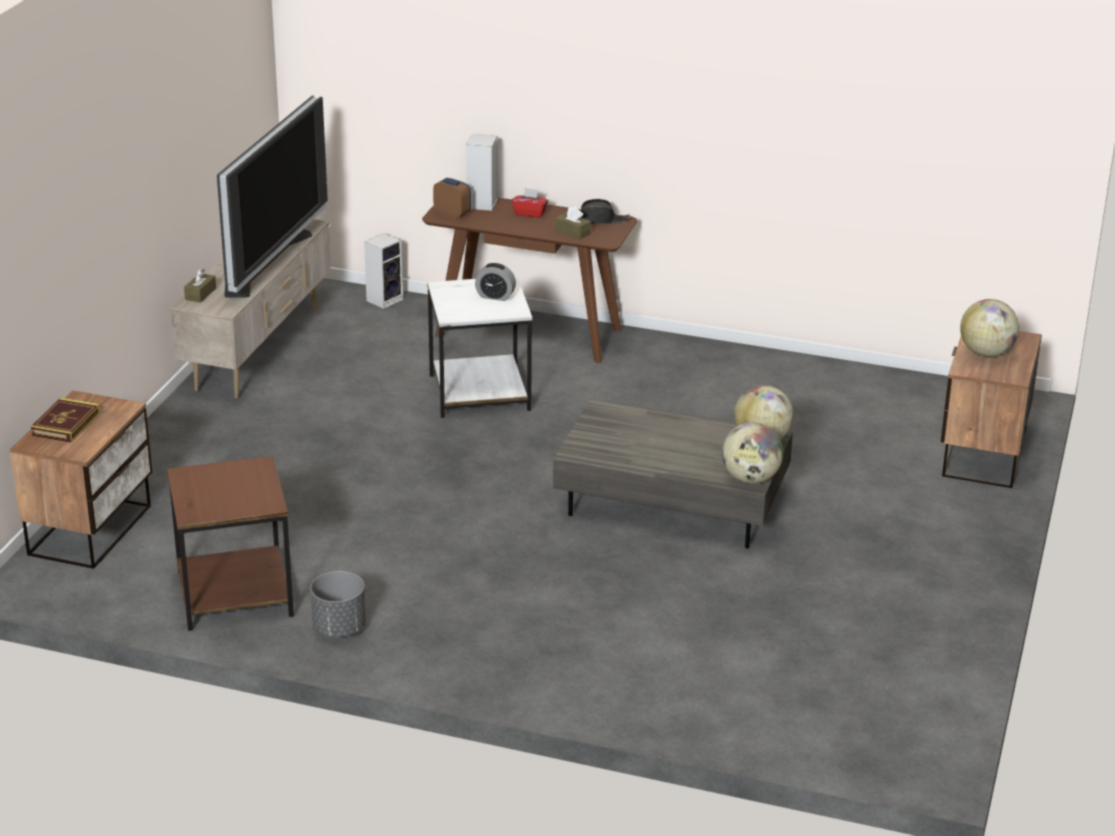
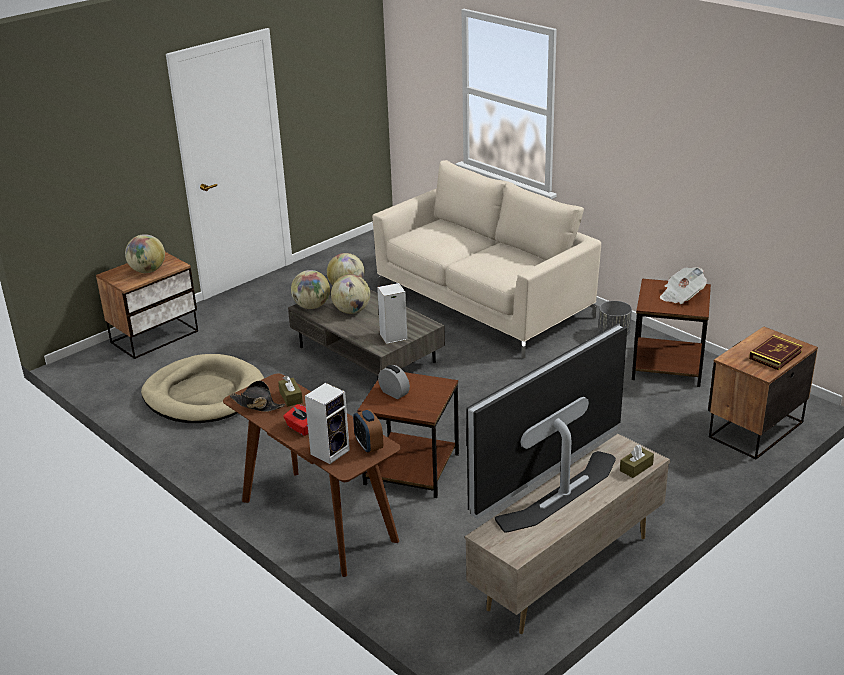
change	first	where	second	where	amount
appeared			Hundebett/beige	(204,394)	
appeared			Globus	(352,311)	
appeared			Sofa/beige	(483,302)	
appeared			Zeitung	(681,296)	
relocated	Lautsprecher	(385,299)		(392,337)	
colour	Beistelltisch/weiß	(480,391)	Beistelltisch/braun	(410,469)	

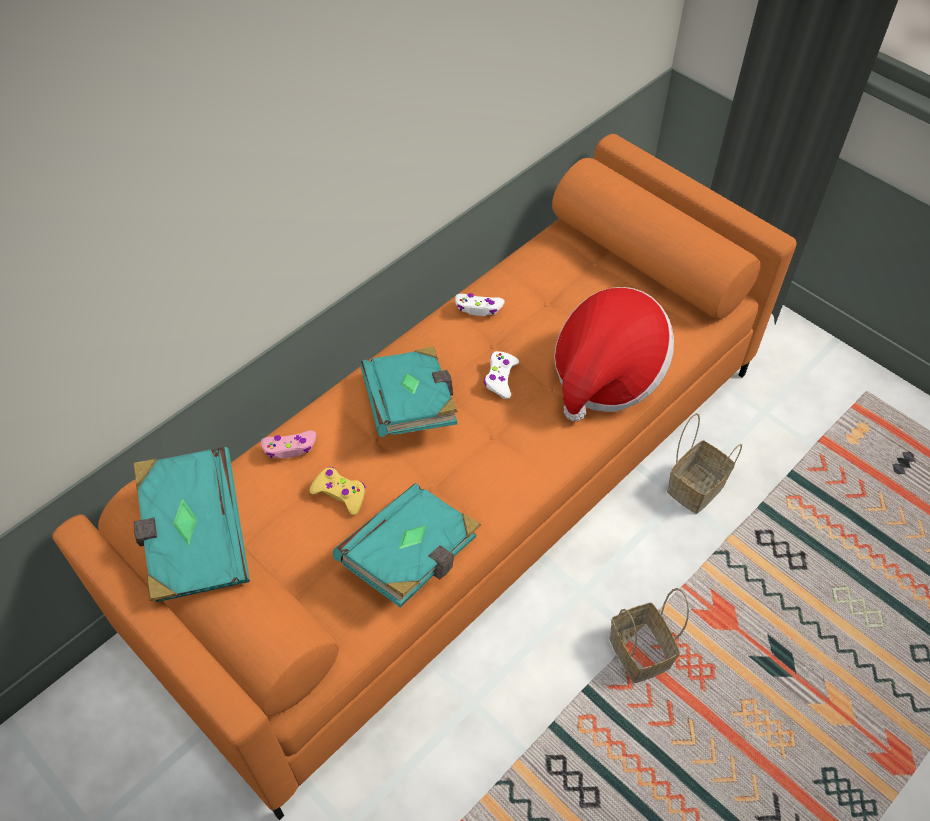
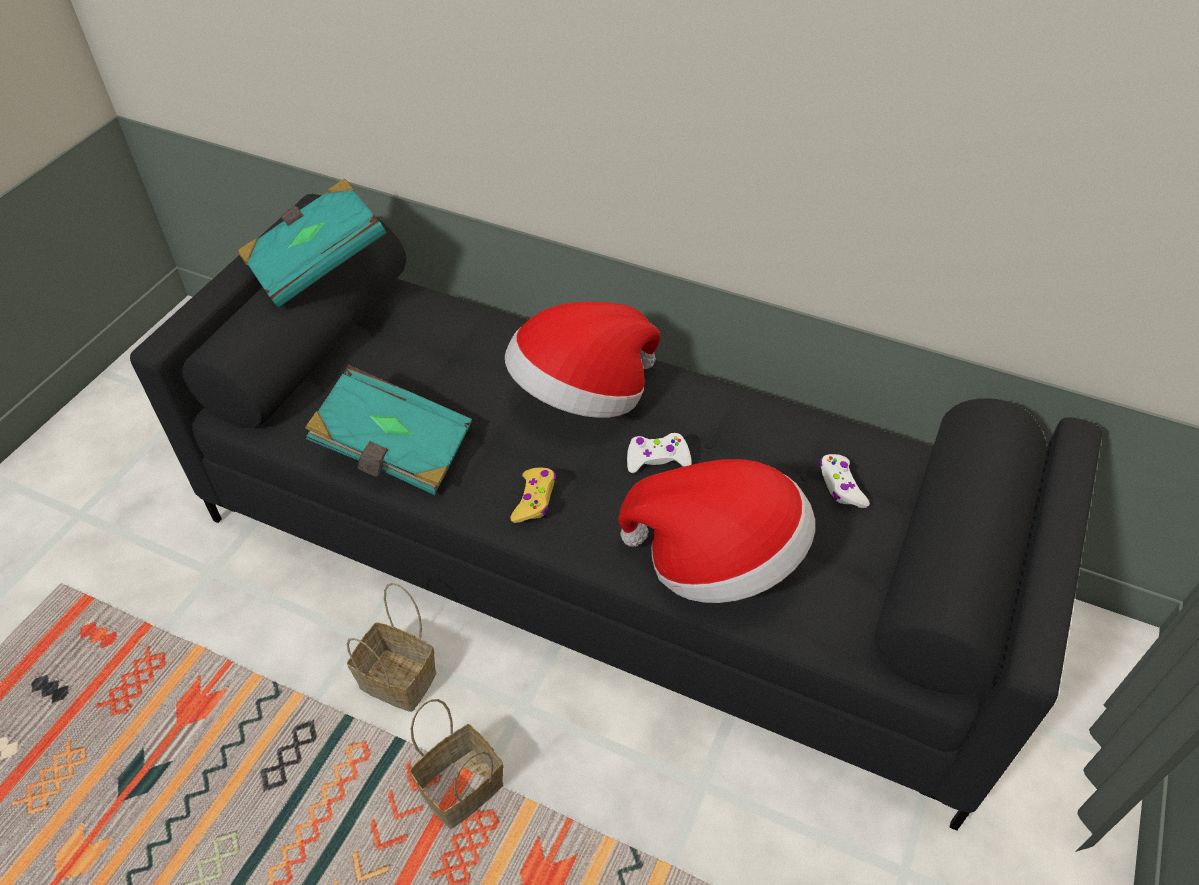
change	first	where	second	where	amount
missing	Gamepad/rosa	(290,448)			
relocated	Gamepad/gelb	(340,493)		(534,499)	
relocated	Gamepad/weiß	(478,308)		(841,486)	
relocated	Korb	(696,486)		(401,679)	
exchanged	Buch/türkis	(411,405)	Hut	(582,396)	
colour	Sofa/orange	(465,494)	Sofa/schwarz	(603,555)	

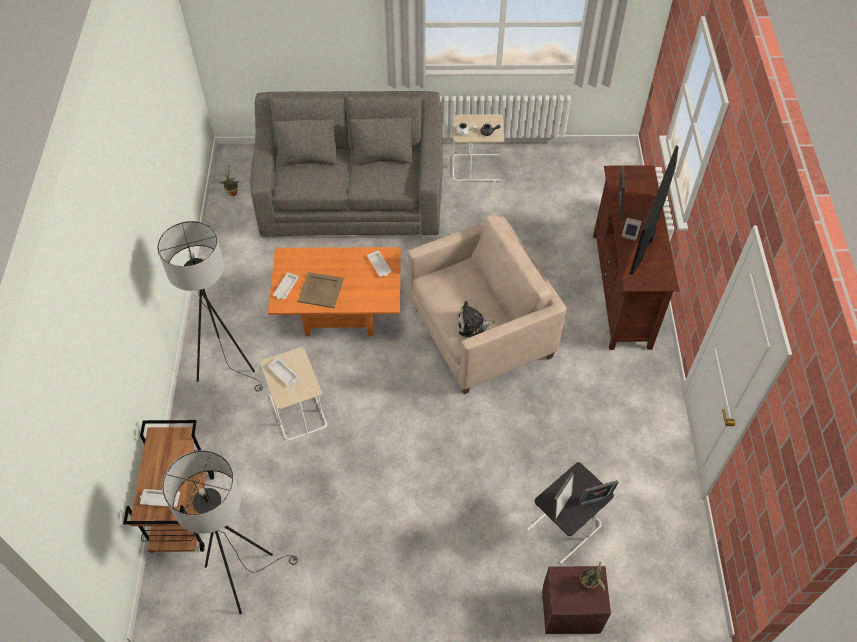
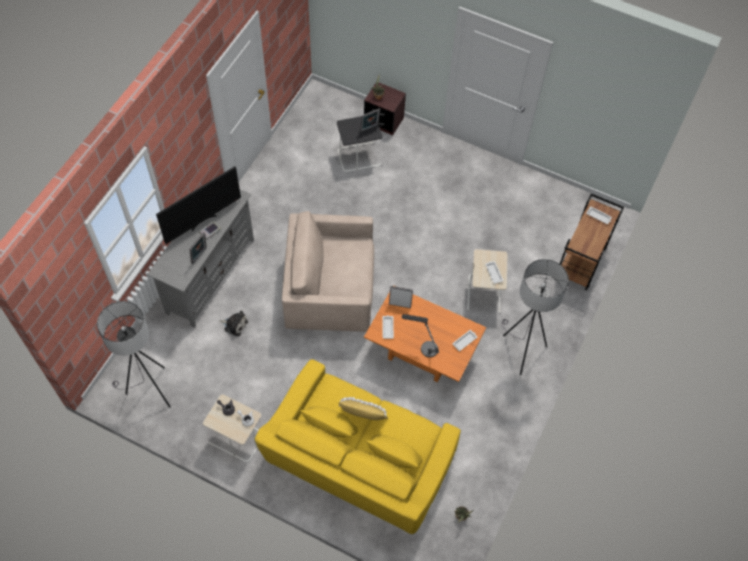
change	first	where	second	where	amount
missing	Tablett/beige	(320,290)			
appeared			Kissen/gelb	(362,418)	
appeared			Tischlampe	(424,347)	
relocated	Stehlampe/grau	(244,573)		(149,390)	
relocated	Plüschtier	(472,325)		(234,325)	
relocated	Bilderrahmen	(594,502)		(400,304)	
colour	Sofa/grau	(351,196)	Sofa/gelb	(359,460)	
colour	Fernsehschrank/braun	(622,290)	Fernsehschrank/grau	(210,275)	

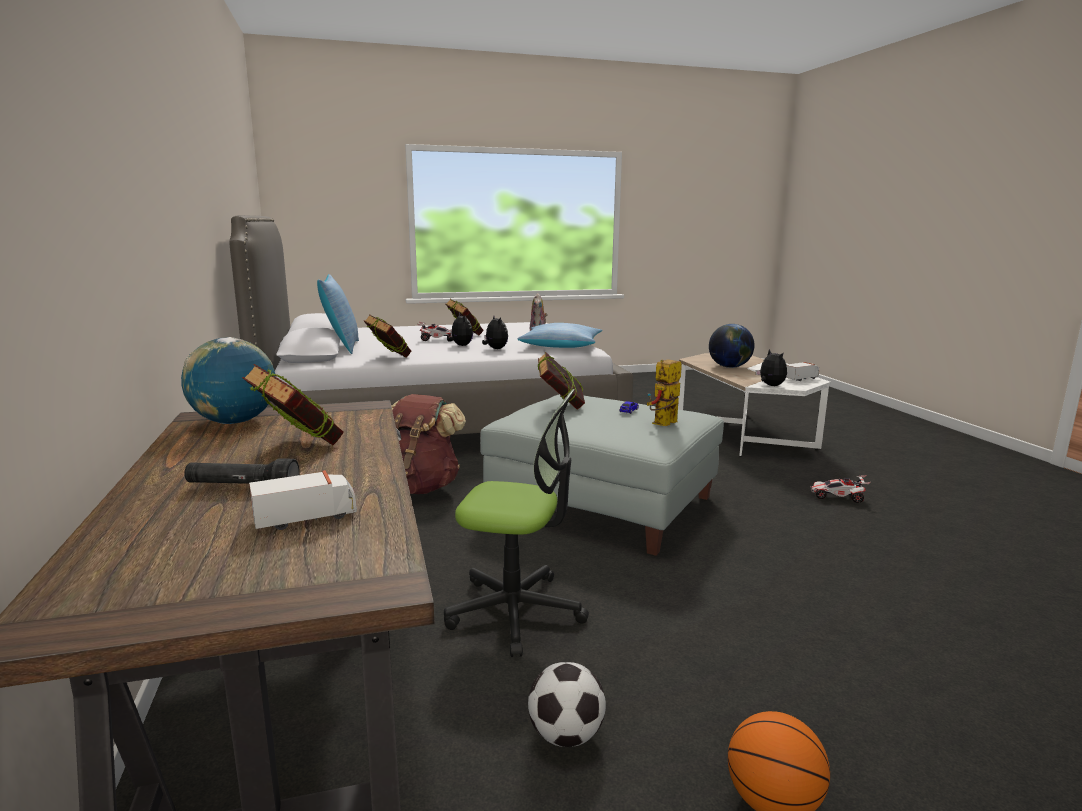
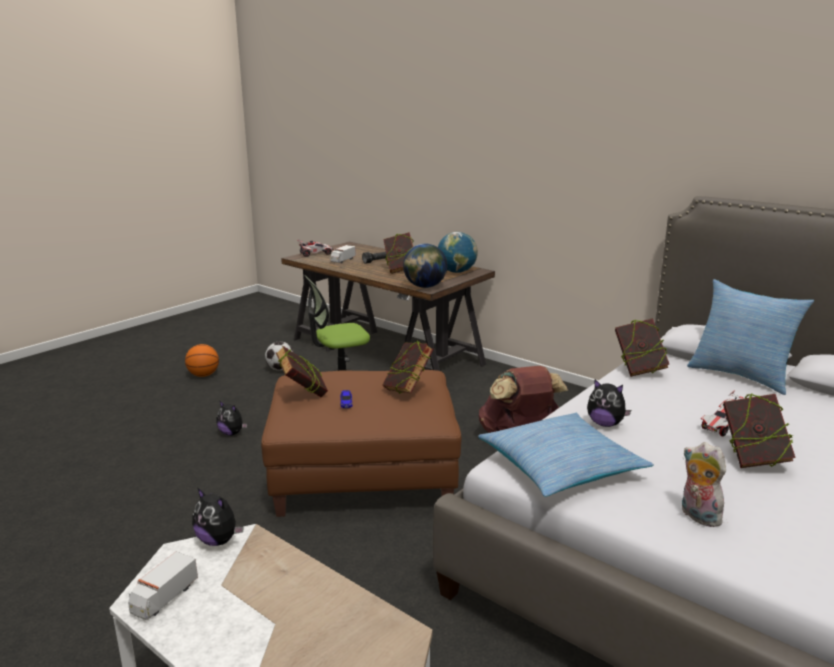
change	first	where	second	where	amount
relocated	Plüschtier	(460,346)		(232,433)	
relocated	Globus	(729,367)		(425,286)	
relocated	Spielzeugauto	(837,497)		(315,254)	
exchanged	Spielzeugroboter	(664,424)	Buch	(303,395)	
colour	Polsterhocker/grau	(601,504)	Polsterhocker/braun	(364,472)	

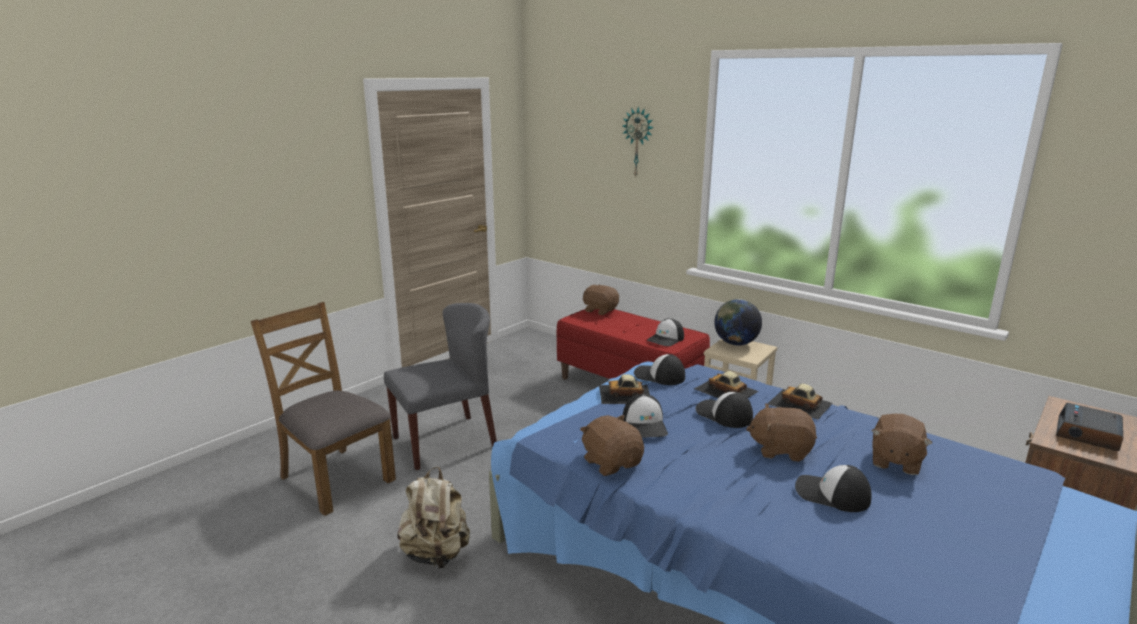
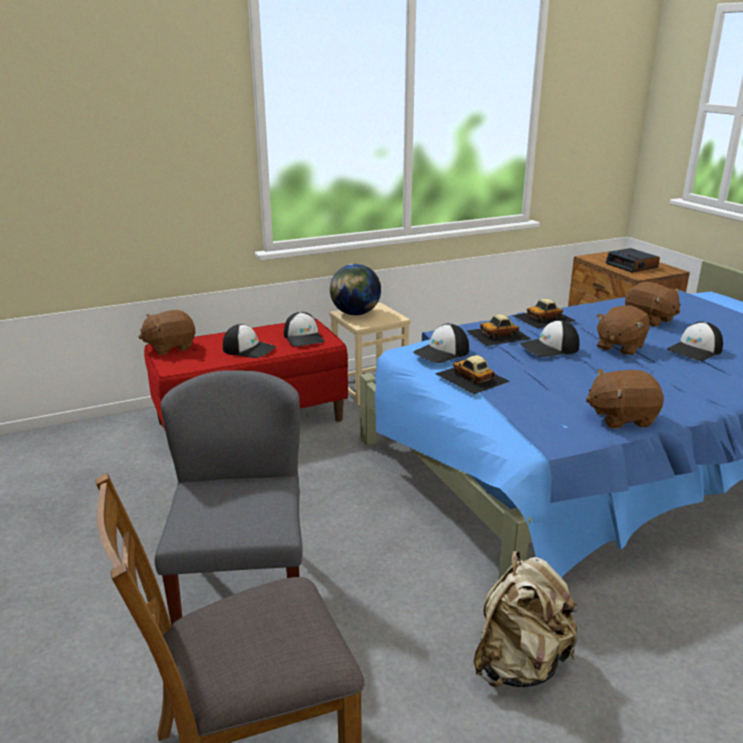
change	first	where	second	where	amount
missing	Wanduhr	(638,142)			
relocated	Kappe	(645,425)		(249,349)	
spun	Spielzeugauto	(625,394)		(472,377)	120 degrees clockwise

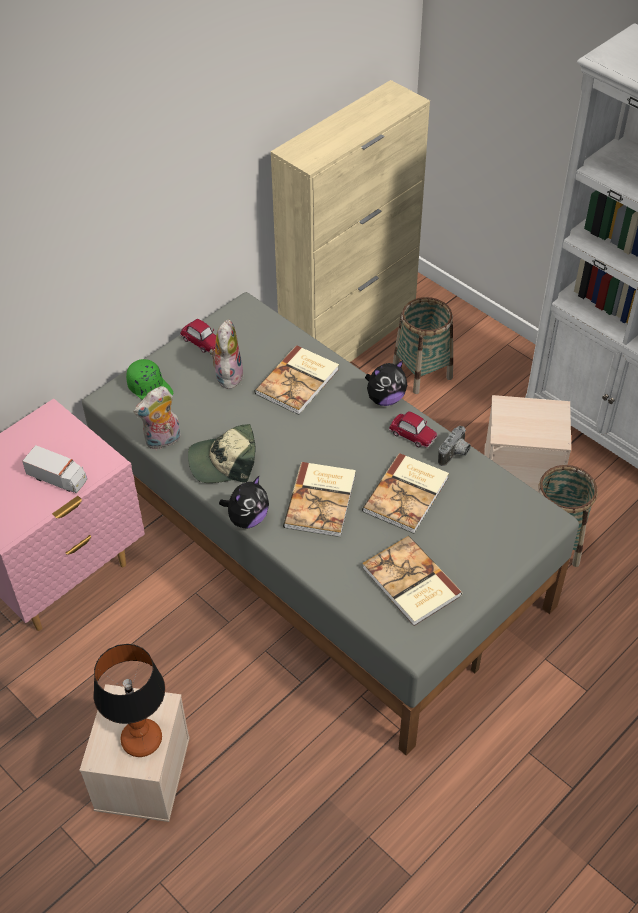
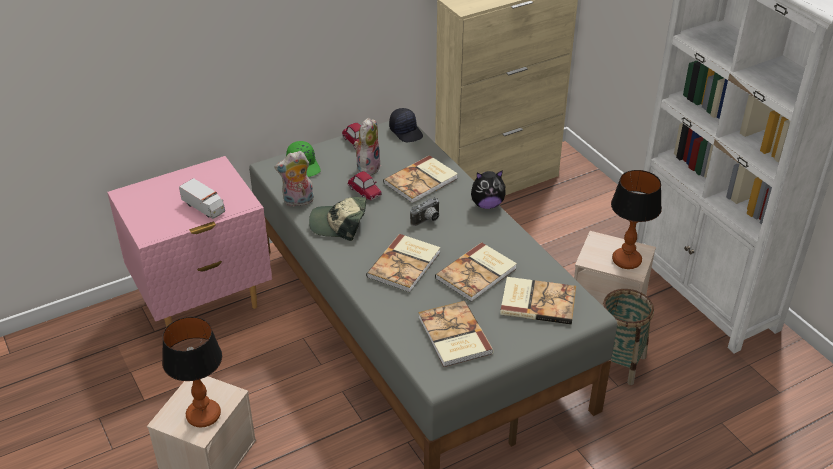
change	first	where	second	where	amount
missing	Plüschtier	(247,518)			
missing	Korb	(422,372)			
appeared			Kappe/schwarz	(406,132)	
appeared			Buch	(537,301)	
appeared			Tischlampe	(626,261)	
relocated	Spielzeugauto	(412,434)		(365,191)	
relocated	Kamera	(455,454)		(427,220)	

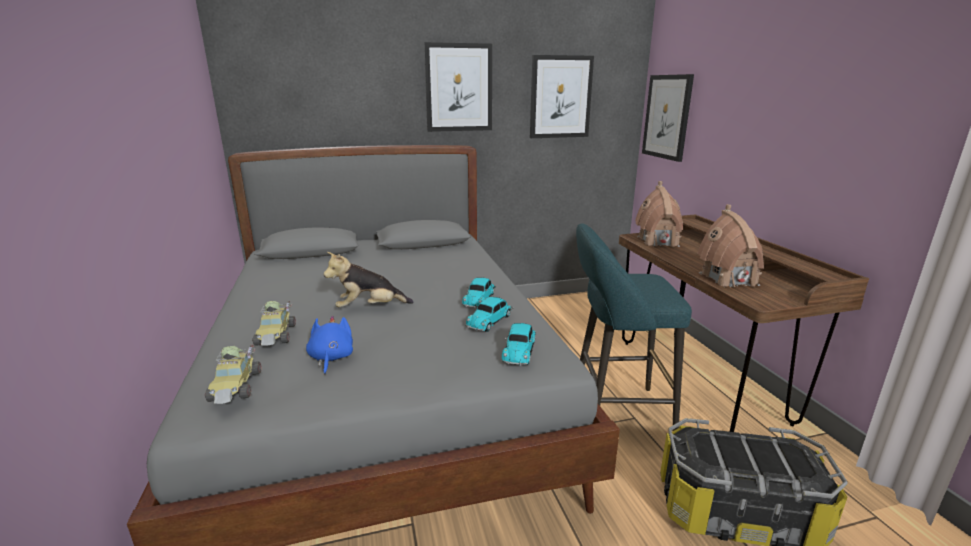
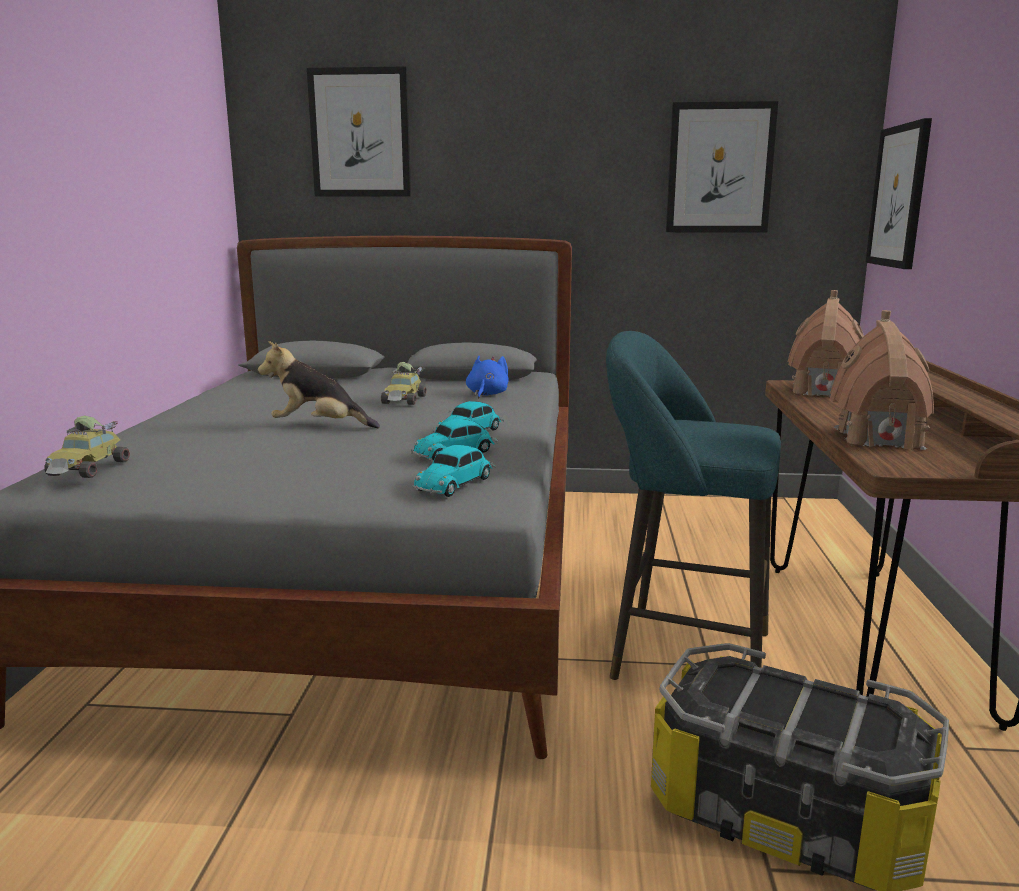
change	first	where	second	where	amount
relocated	Spielzeugauto	(276,335)		(404,400)	
relocated	Plüschtier/blau	(331,358)		(486,394)	
relocated	Bild	(458,88)		(360,133)	

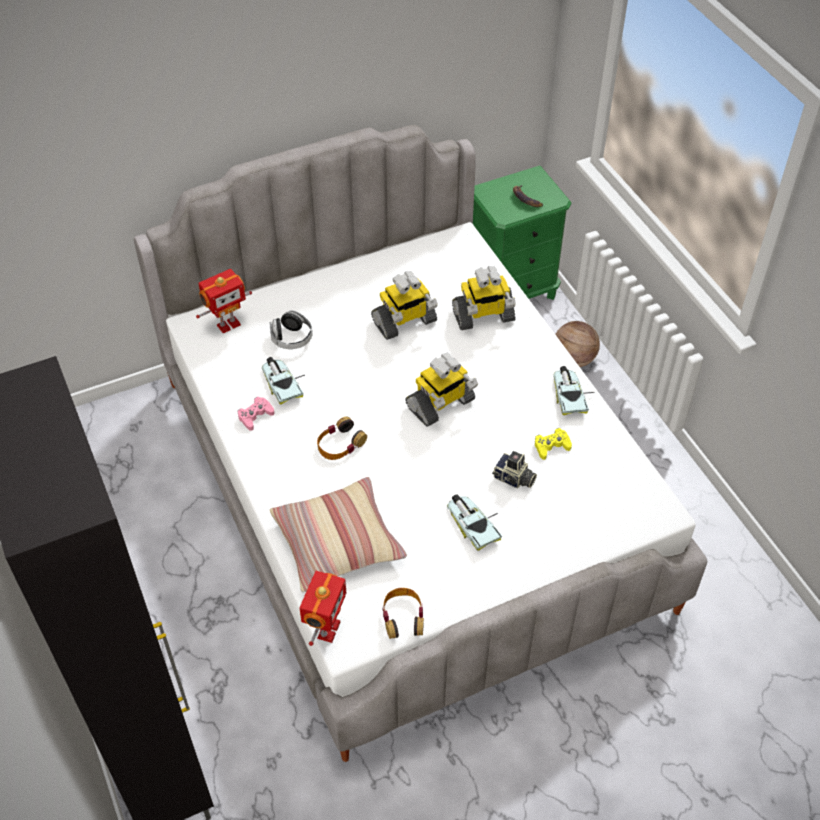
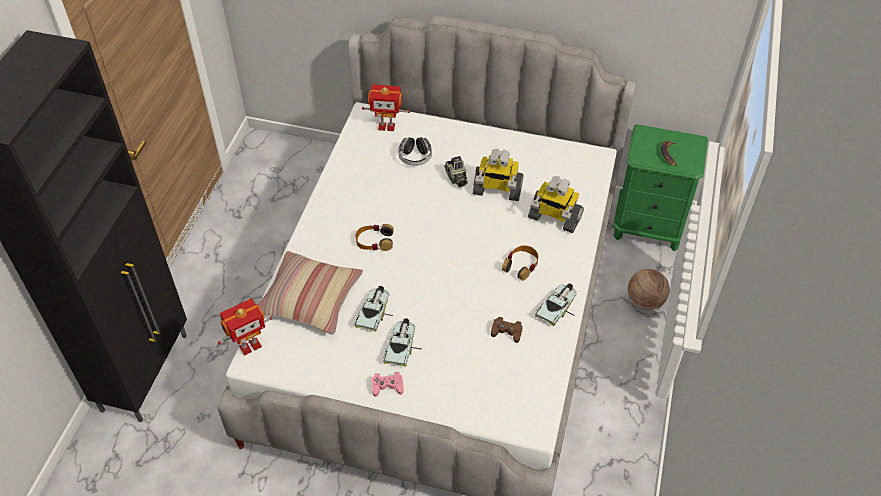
change	first	where	second	where	amount
missing	Spielzeugroboter	(441,404)			
relocated	Gamepad/rosa	(255,416)		(387,386)	
relocated	Spielzeugauto	(282,383)		(374,311)	
relocated	Kopfhörer	(403,617)		(521,265)	
relocated	Kamera	(514,479)		(456,178)	
colour	Gamepad/gelb	(551,446)	Gamepad/braun	(506,332)	

